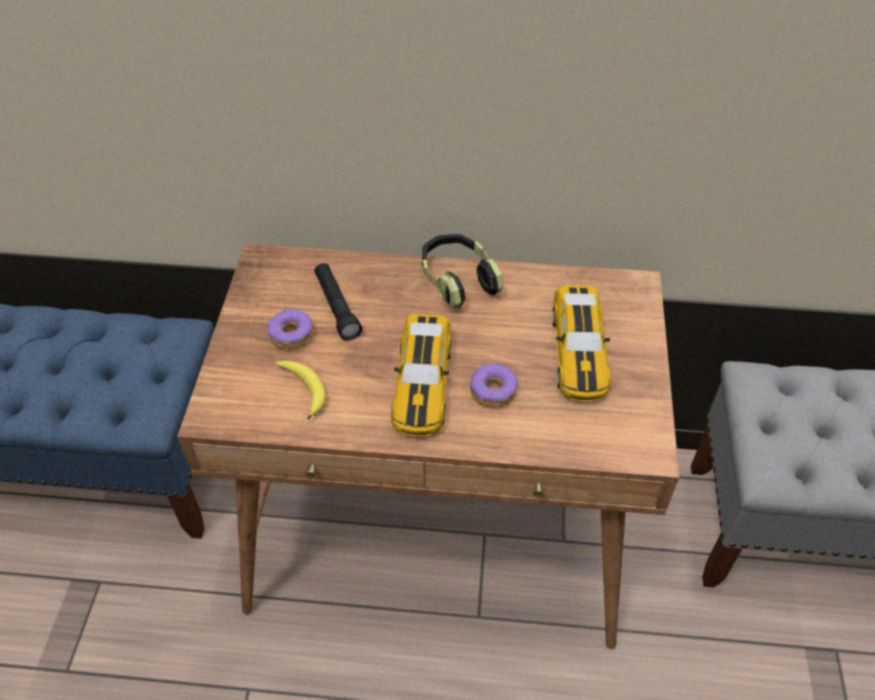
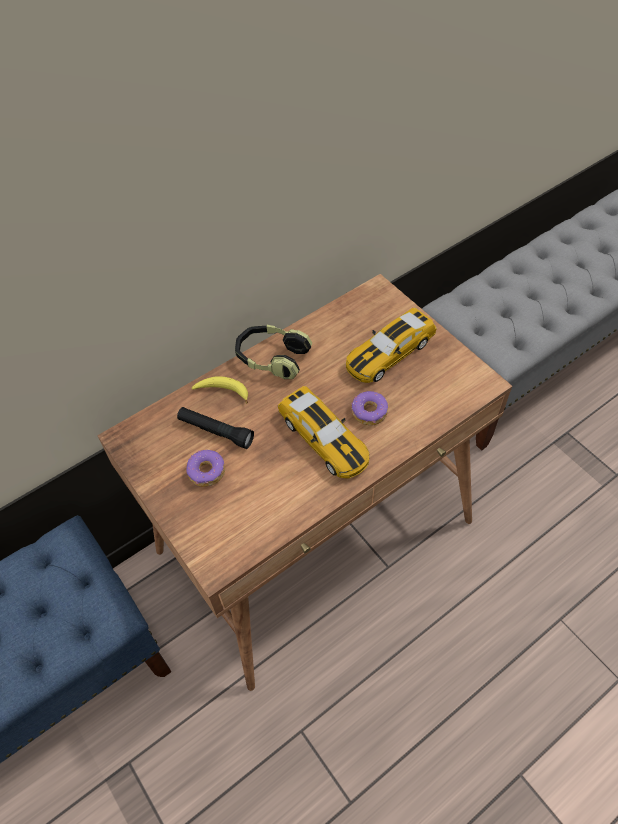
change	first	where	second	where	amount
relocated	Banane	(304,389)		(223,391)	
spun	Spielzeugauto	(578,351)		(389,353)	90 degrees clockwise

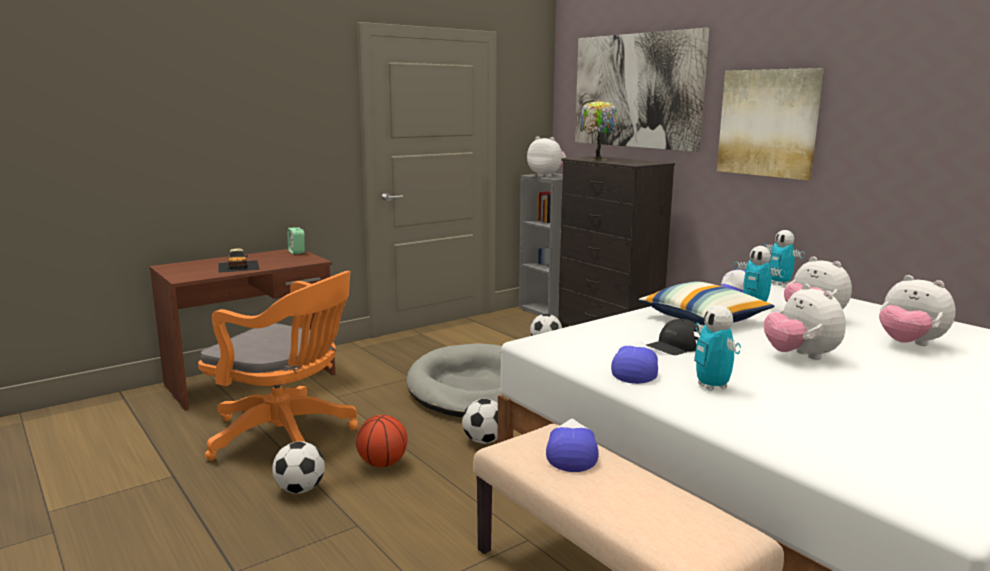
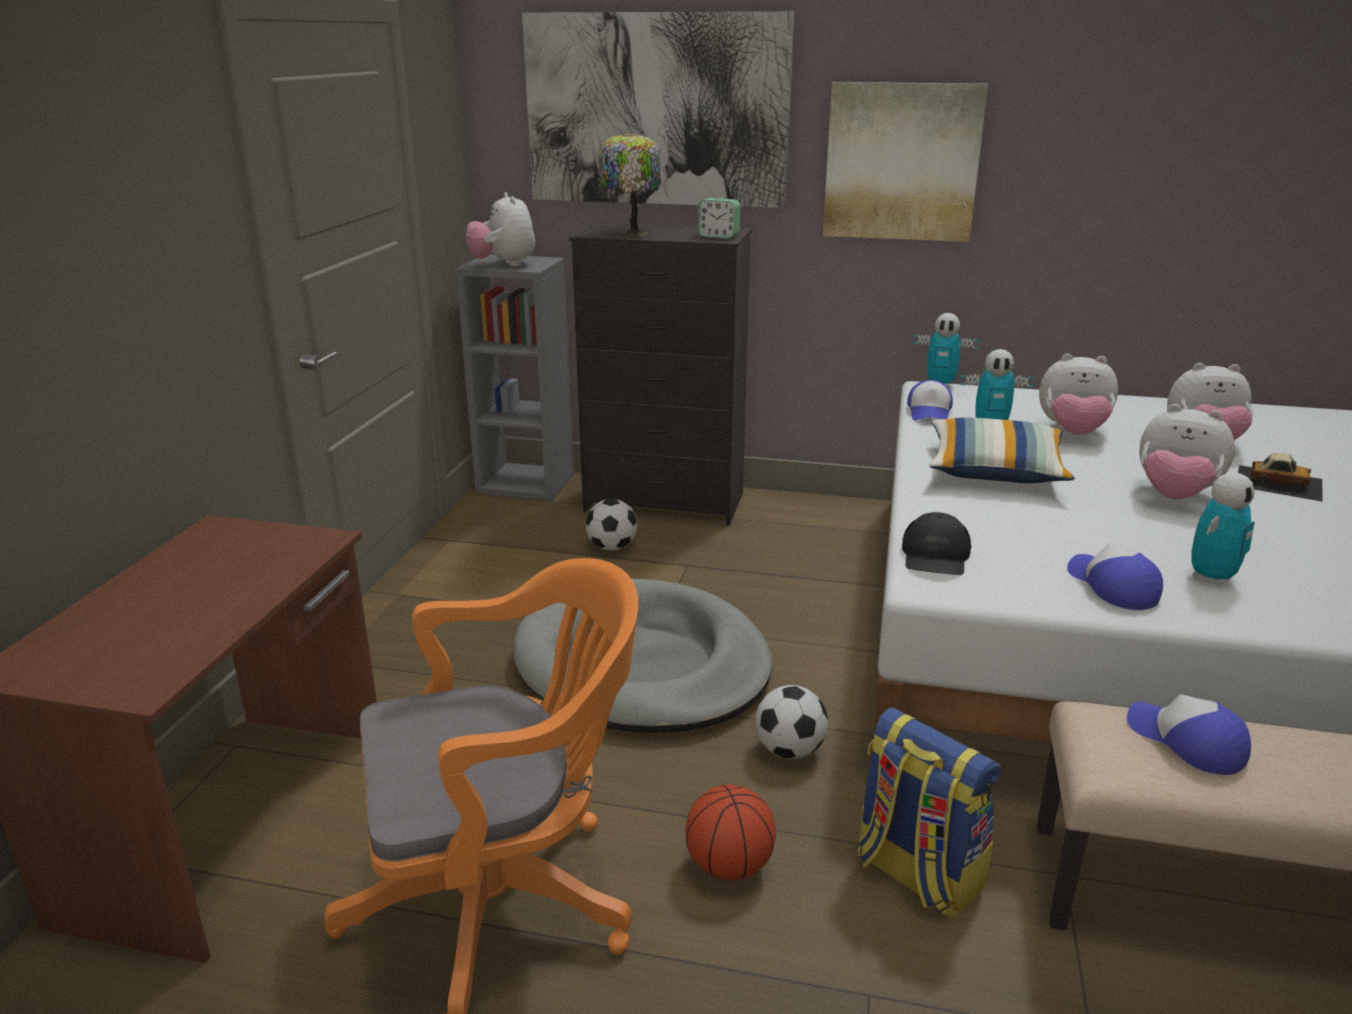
change	first	where	second	where	amount
missing	Fußball	(300,489)			
appeared			Rucksack	(916,874)	
relocated	Spielzeugauto	(239,266)		(1278,482)	
relocated	Wecker	(296,252)		(718,236)	
relocated	Kappe/schwarz	(675,346)		(935,556)	
spun	Plüschtier	(546,176)		(503,264)	105 degrees counterclockwise
spun	Spielzeugroboter	(712,387)		(1211,578)	75 degrees counterclockwise

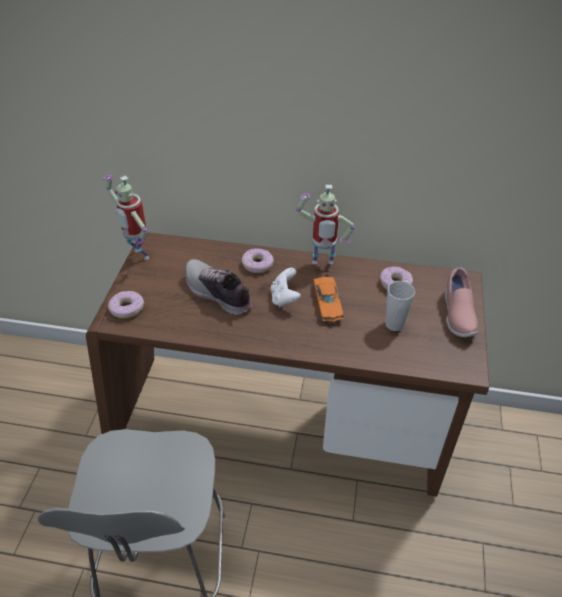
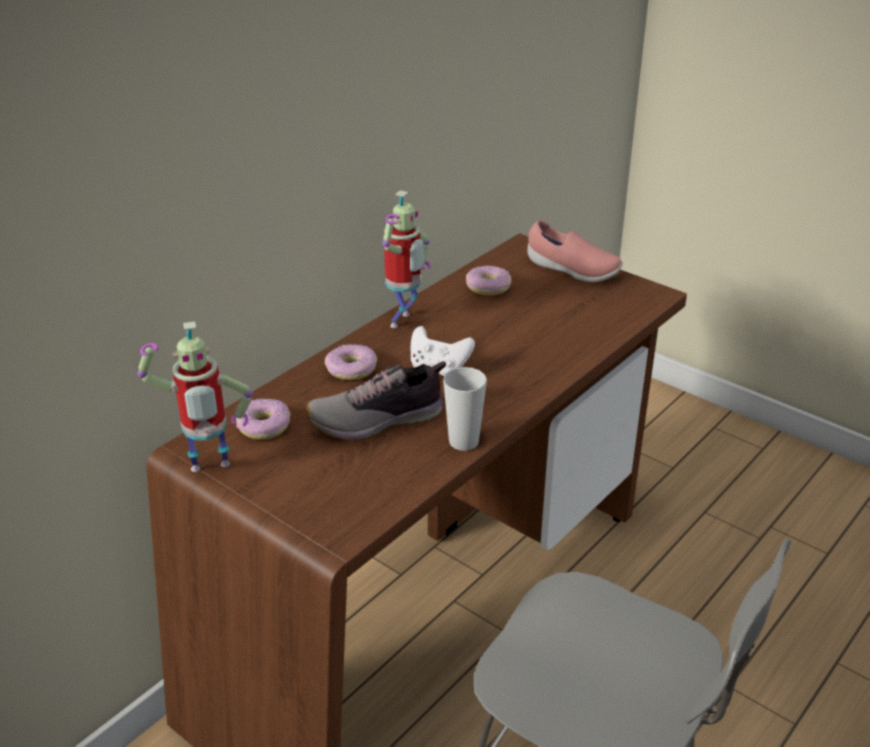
change	first	where	second	where	amount
missing	Spielzeugauto/orange	(327,303)			
relocated	Donut	(127,308)		(264,426)	
relocated	Tasse	(394,324)		(463,442)	

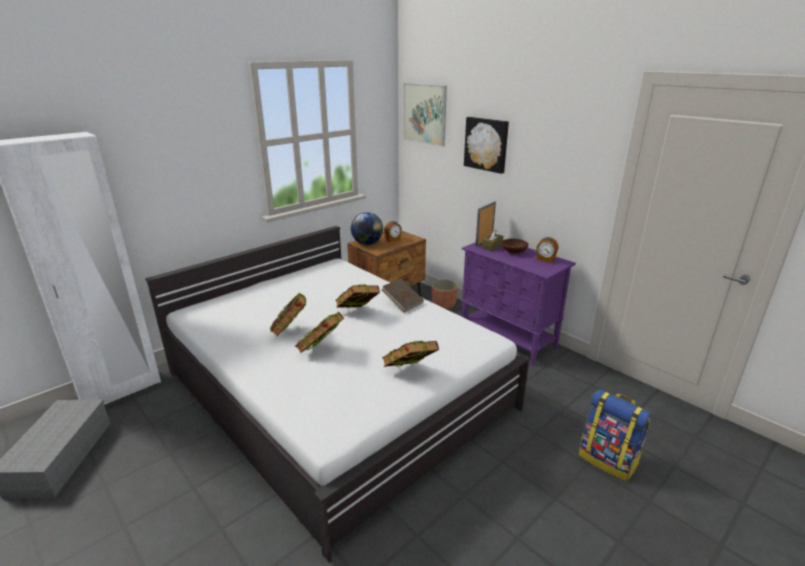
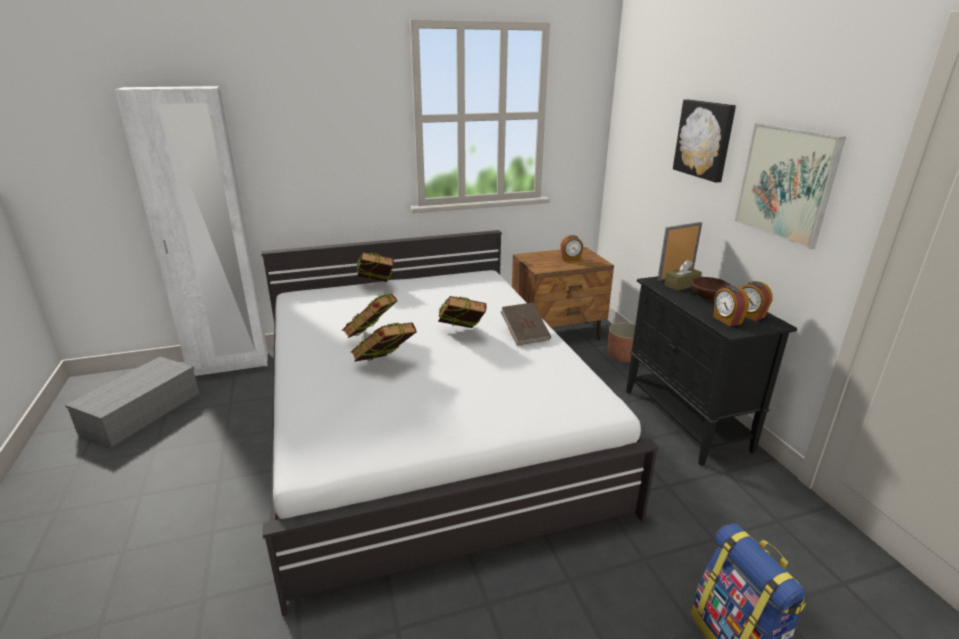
change	first	where	second	where	amount
missing	Globus	(367,243)			
appeared			Wecker	(726,320)	
relocated	Buch	(409,373)		(376,286)	
relocated	Bild	(425,114)		(785,183)	
colour	Schrank/lila	(508,338)	Schrank/schwarz	(686,420)	

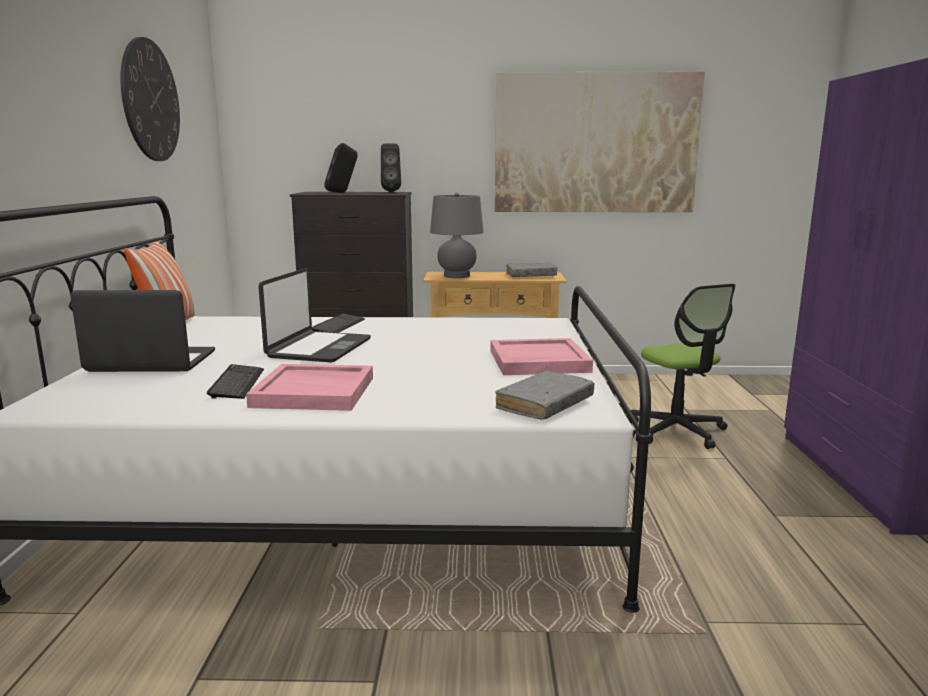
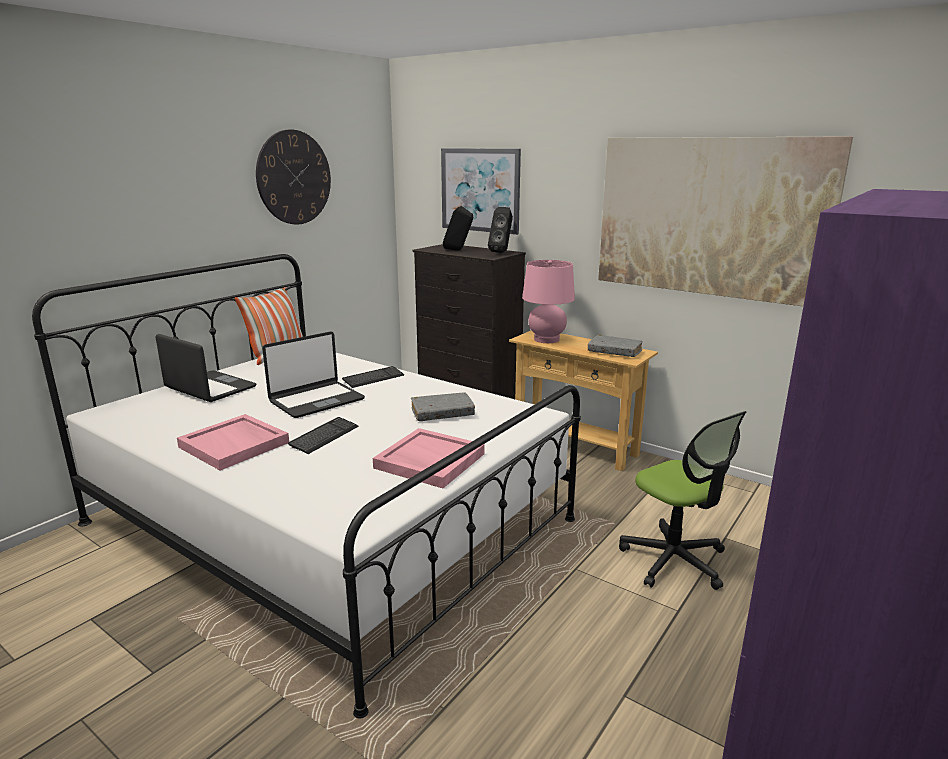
change	first	where	second	where	amount
appeared			Bild	(480,190)	
relocated	Tastatur	(237,383)		(324,436)	
relocated	Buch/grau	(545,405)		(442,413)	
colour	Tischlampe/grau	(456,276)	Tischlampe/rosa	(546,339)	
spun	Bürostuhl	(677,431)		(674,560)	45 degrees counterclockwise

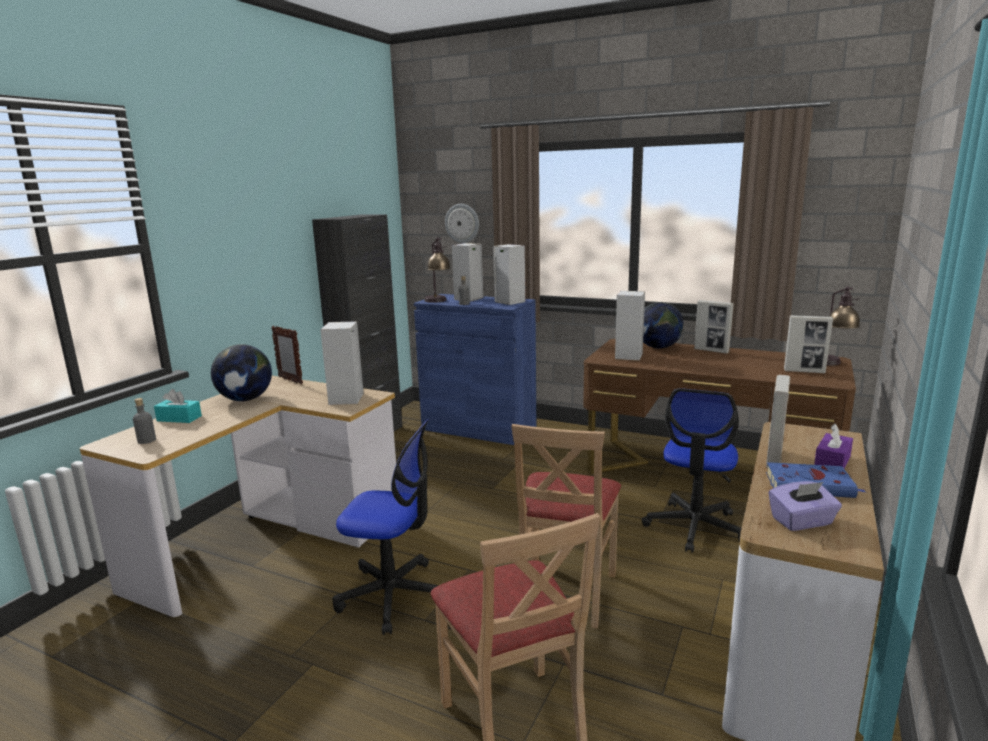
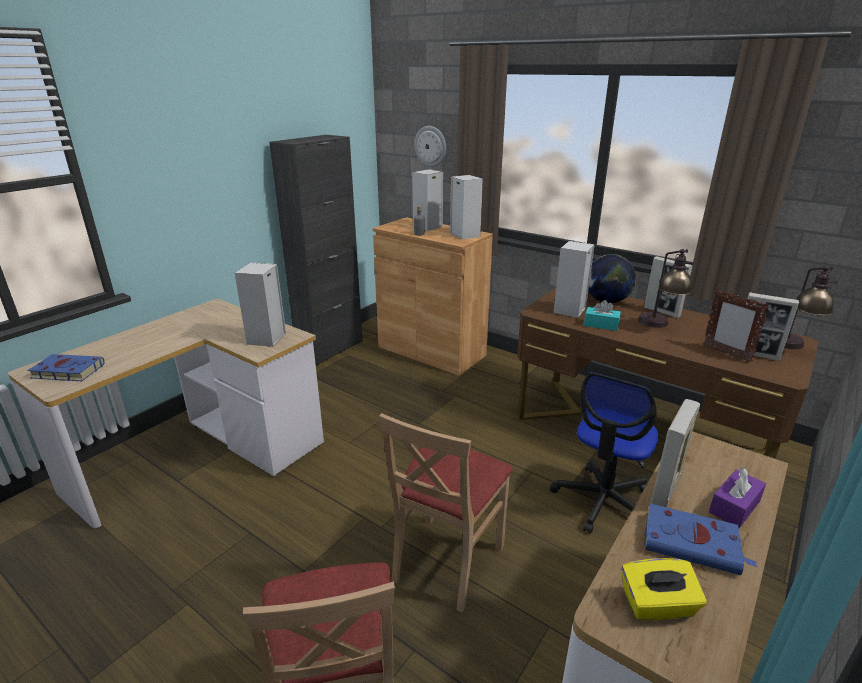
change	first	where	second	where	amount
missing	Globus	(245,399)			
missing	Bürostuhl	(393,595)			
relocated	Taschentuchbox/türkis	(179,418)		(601,325)	
relocated	Bilderrahmen	(290,380)		(726,353)	
relocated	Tischlampe	(438,301)		(659,326)	
exchanged	Flasche/grau	(146,440)	Buch/blau	(66,371)	
colour	Schrank/blau	(479,428)	Schrank/braun	(431,351)	
colour	Taschentuchbox/lila	(802,522)	Taschentuchbox/gelb	(657,605)	

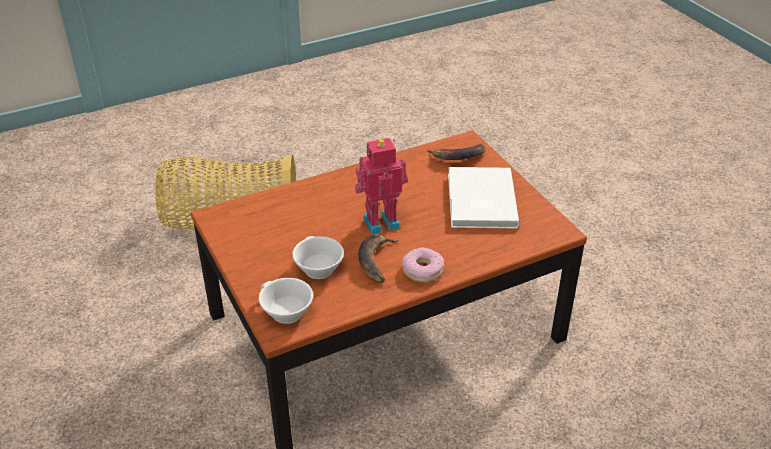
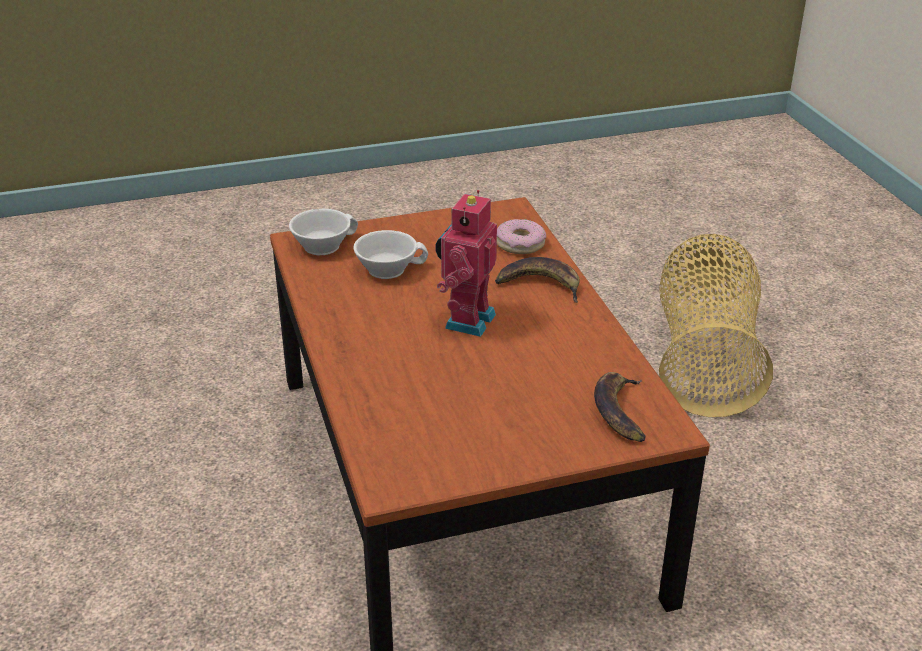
change	first	where	second	where	amount
missing	Buch/weiß	(479,201)			
relocated	Banane	(376,260)		(540,285)	
relocated	Donut	(423,270)		(520,244)	
spun	Spielzeugroboter	(380,221)		(466,320)	150 degrees counterclockwise

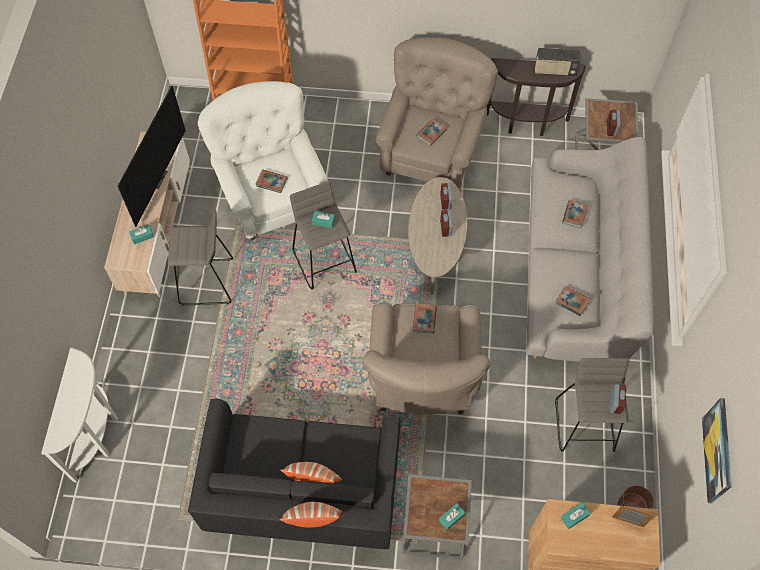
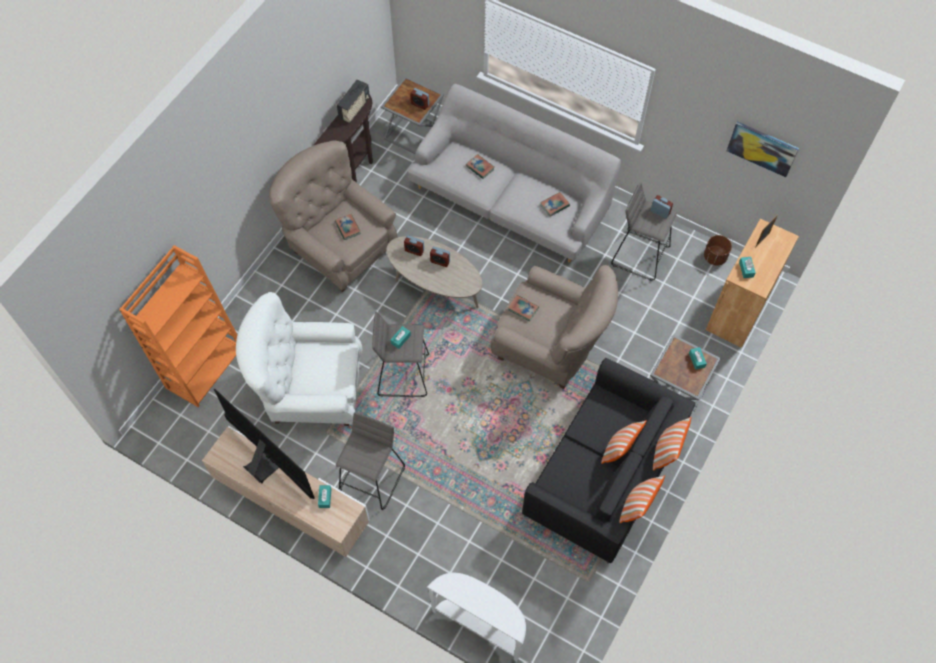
change	first	where	second	where	amount
missing	Buch	(271,182)			
appeared			Kissen	(637,506)	

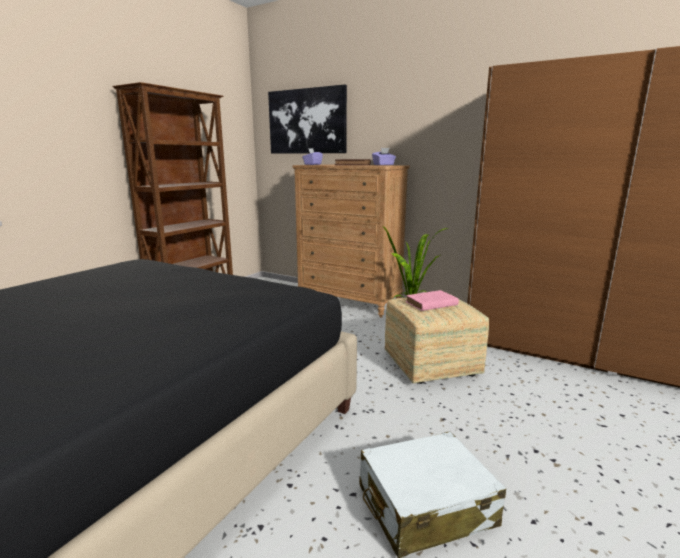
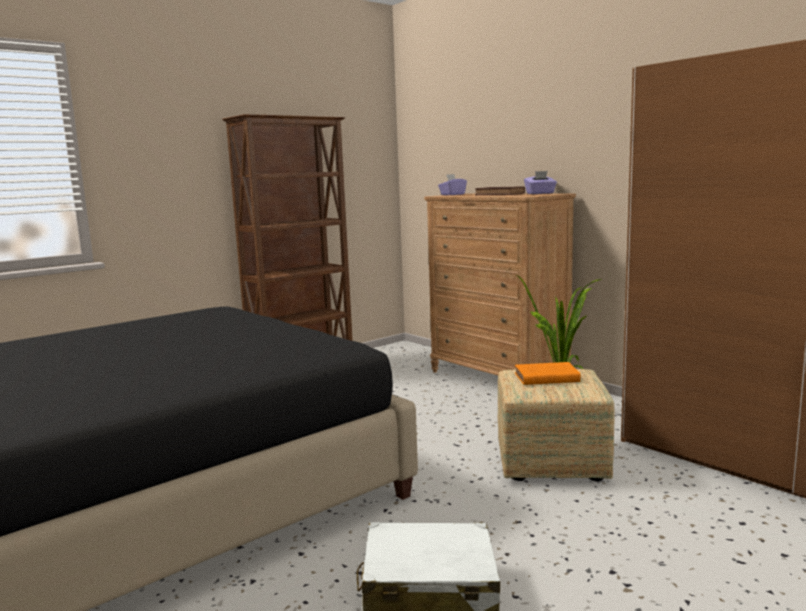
change	first	where	second	where	amount
missing	Bild	(307,121)			
colour	Buch/rosa	(430,303)	Buch/orange	(544,378)	

